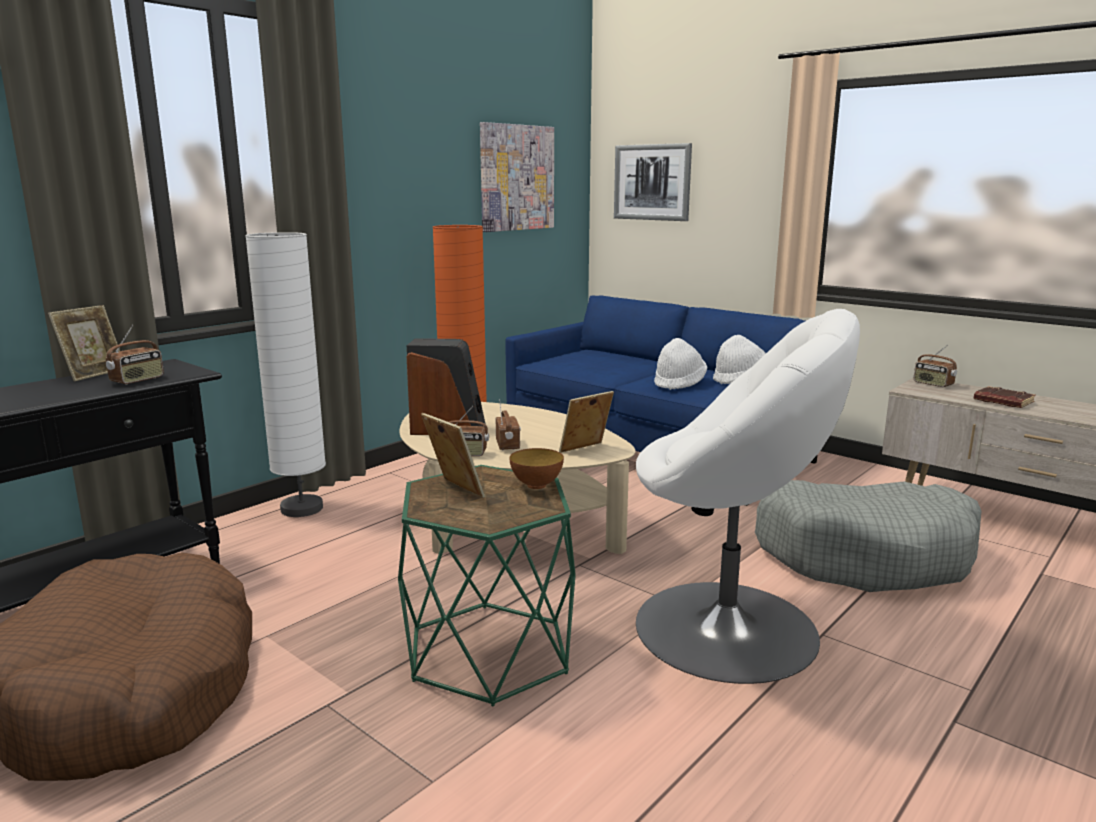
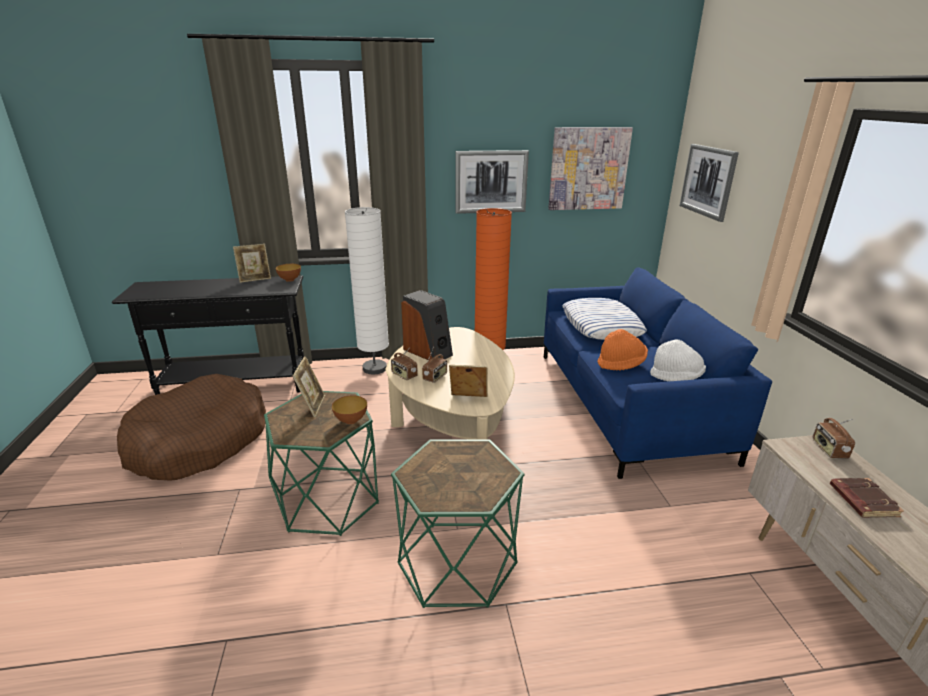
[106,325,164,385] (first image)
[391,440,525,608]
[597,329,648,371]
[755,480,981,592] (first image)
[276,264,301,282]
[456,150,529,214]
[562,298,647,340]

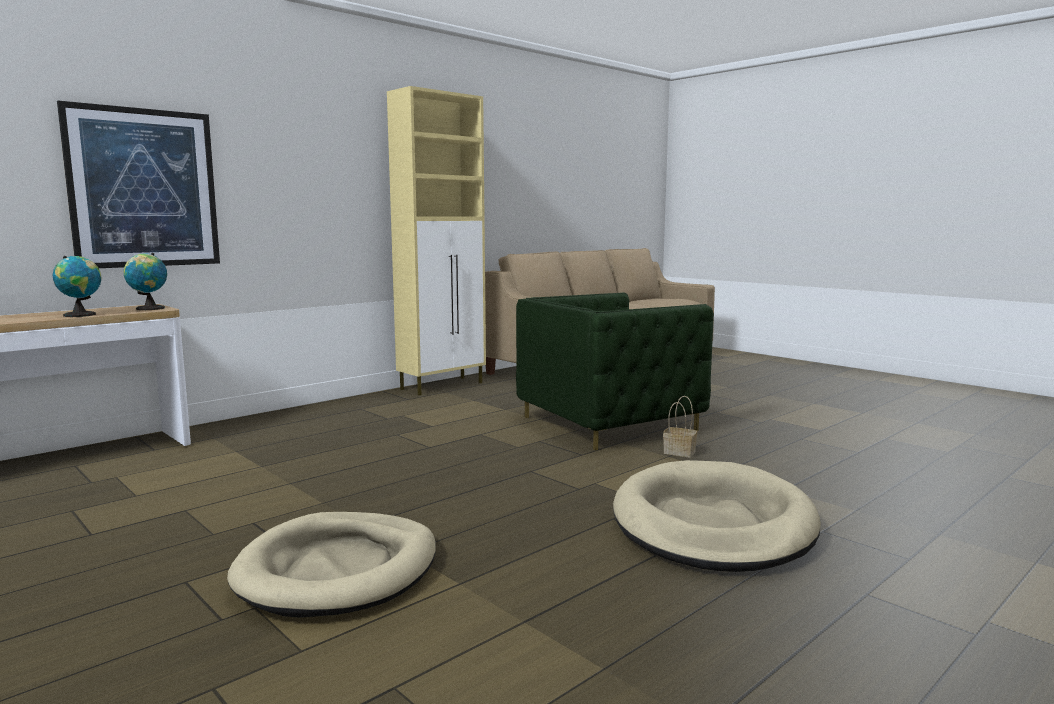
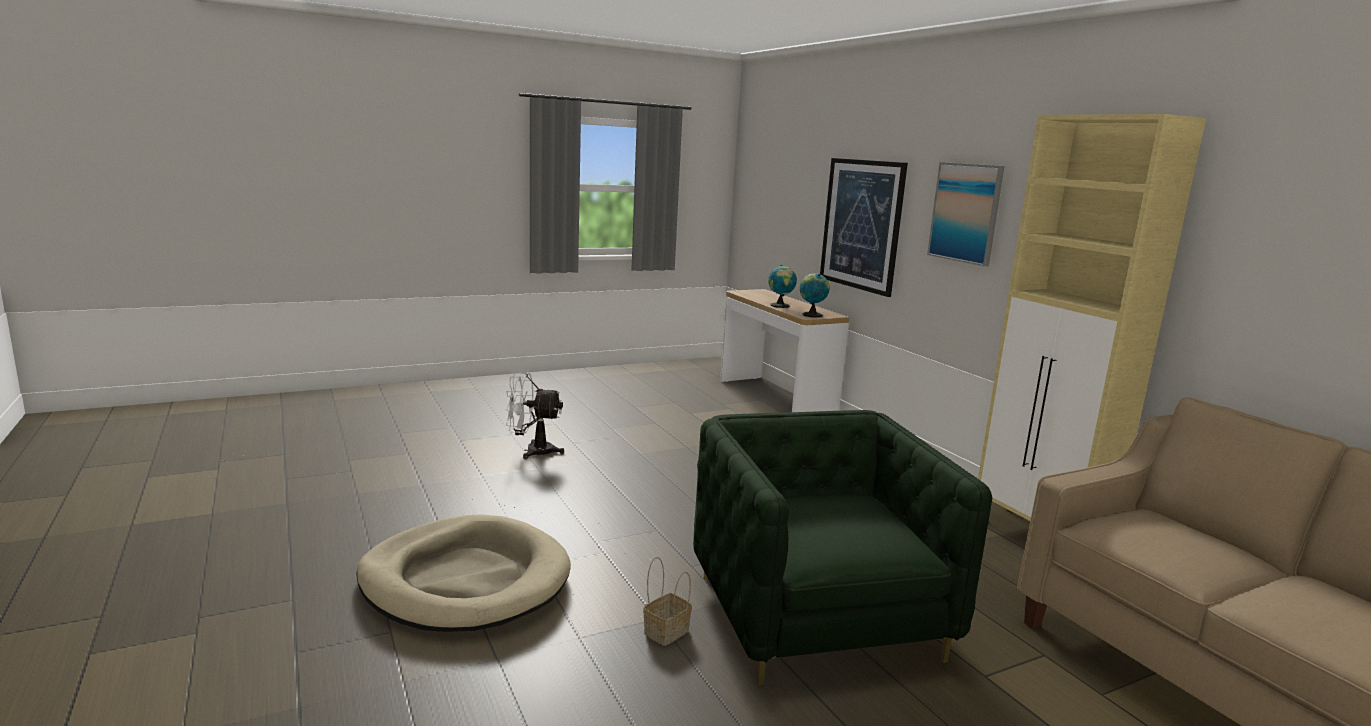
[505,372,564,459]
[927,162,1004,266]

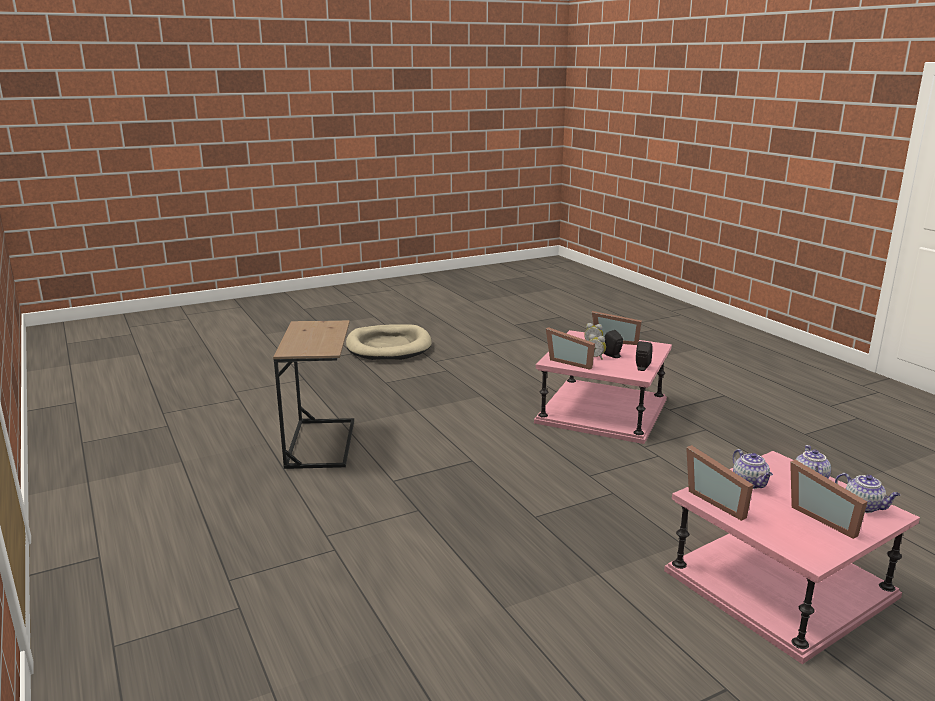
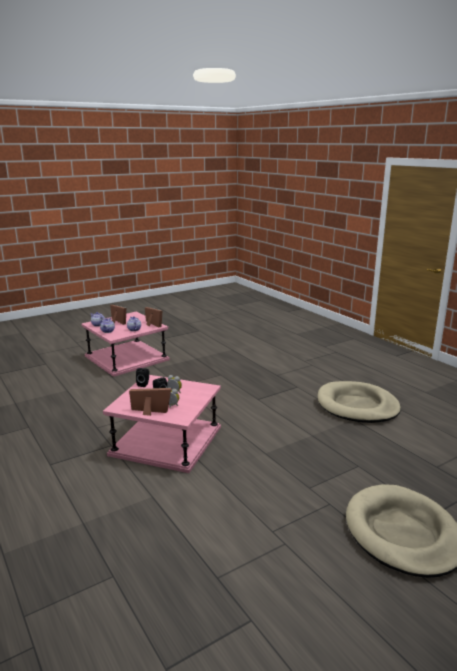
[317,381,401,423]
[546,327,595,370] (first image)

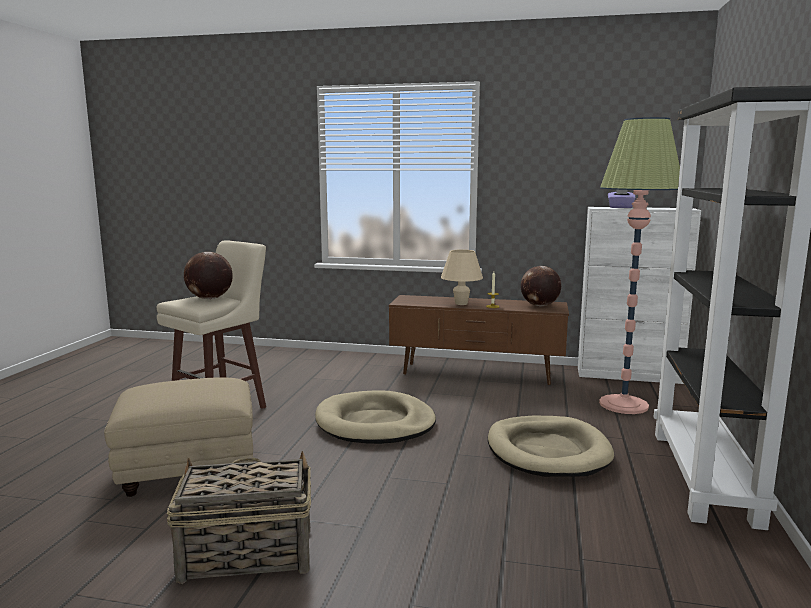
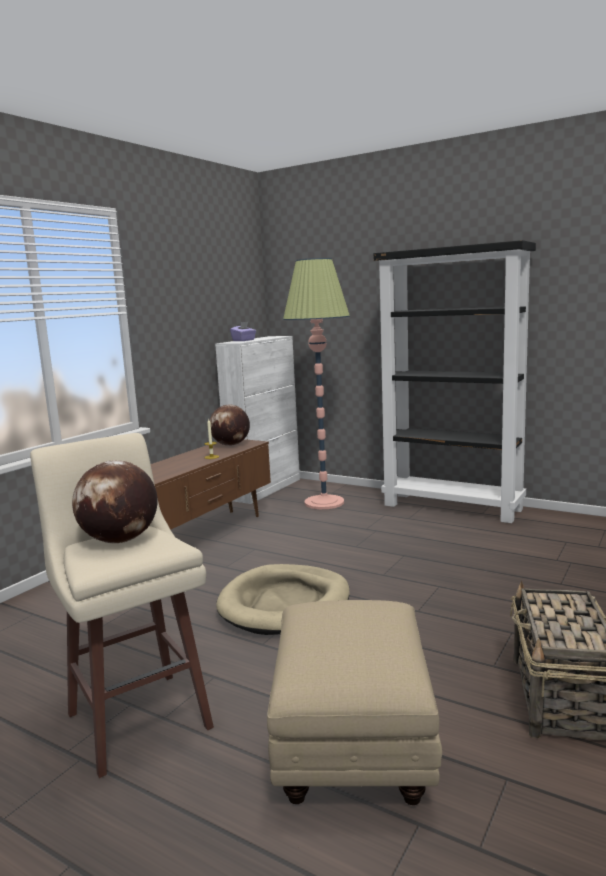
[441,250,483,305] (first image)
[488,416,614,477] (first image)

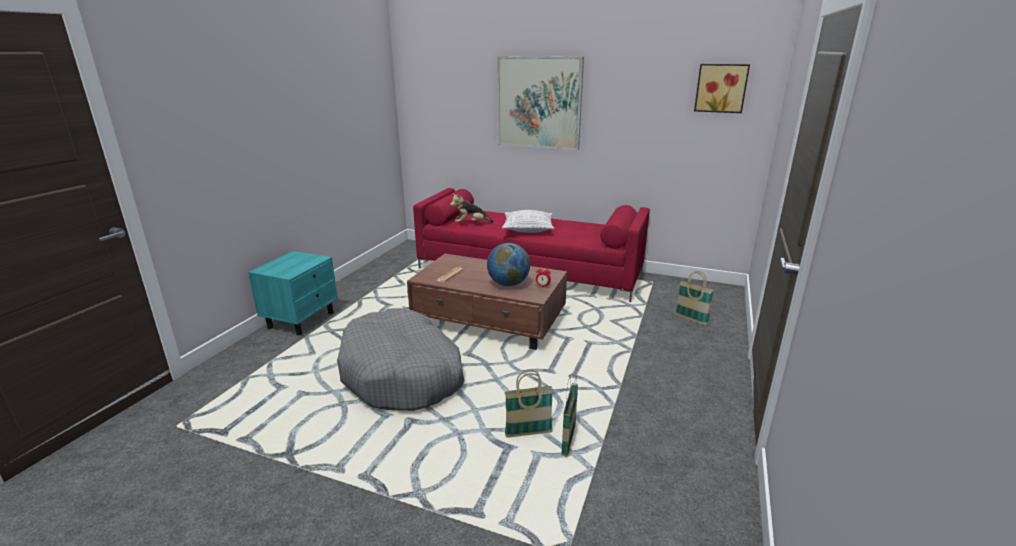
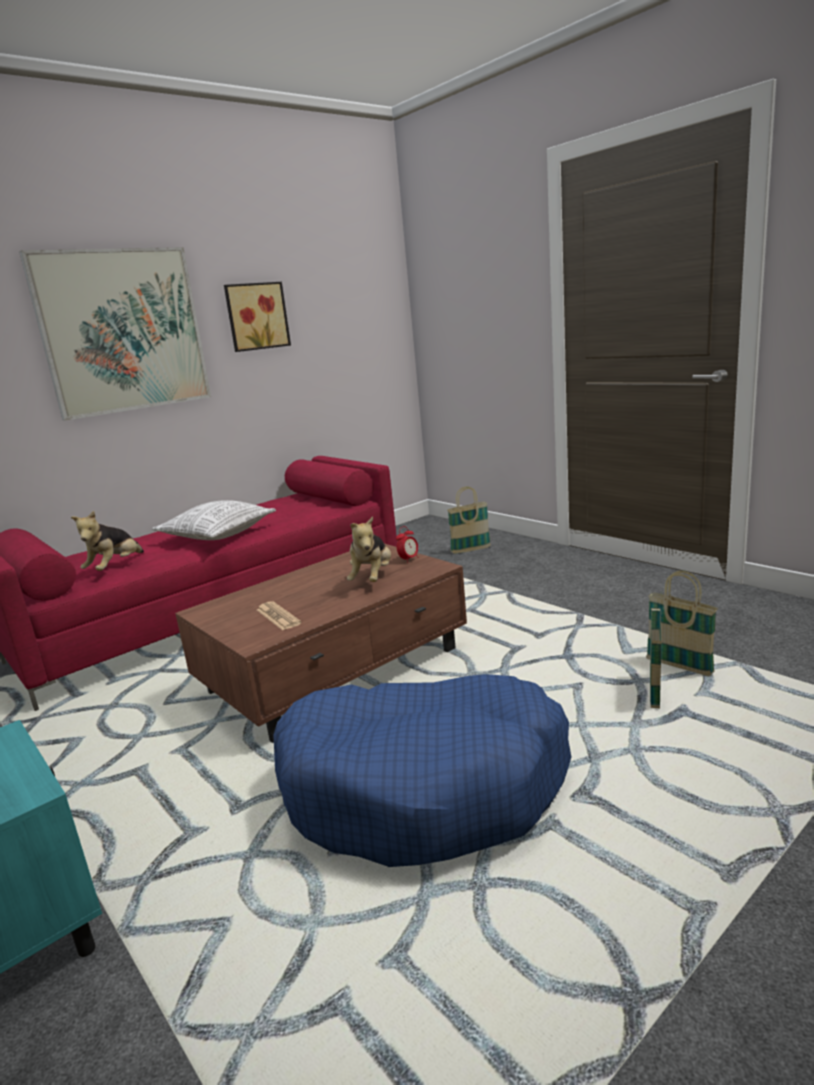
[273,674,571,867]
[347,516,391,582]
[224,282,291,352]

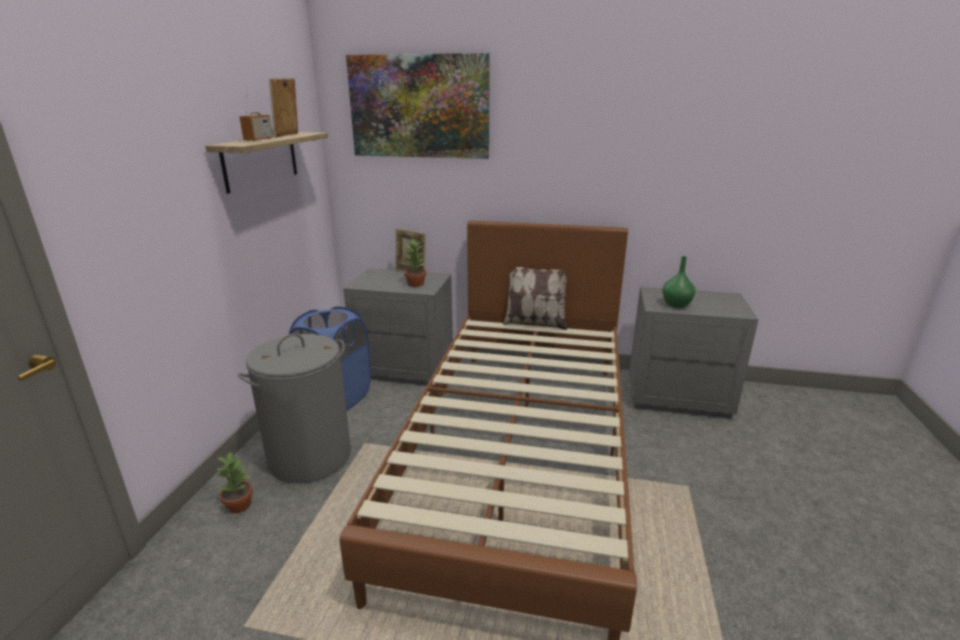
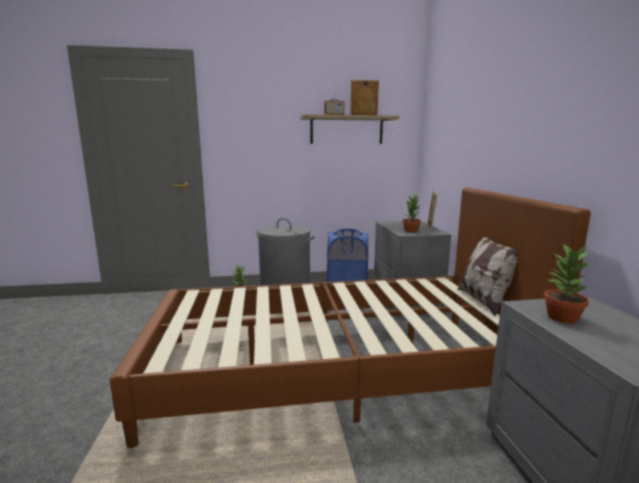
[346,53,490,159] (first image)
[544,244,590,324]

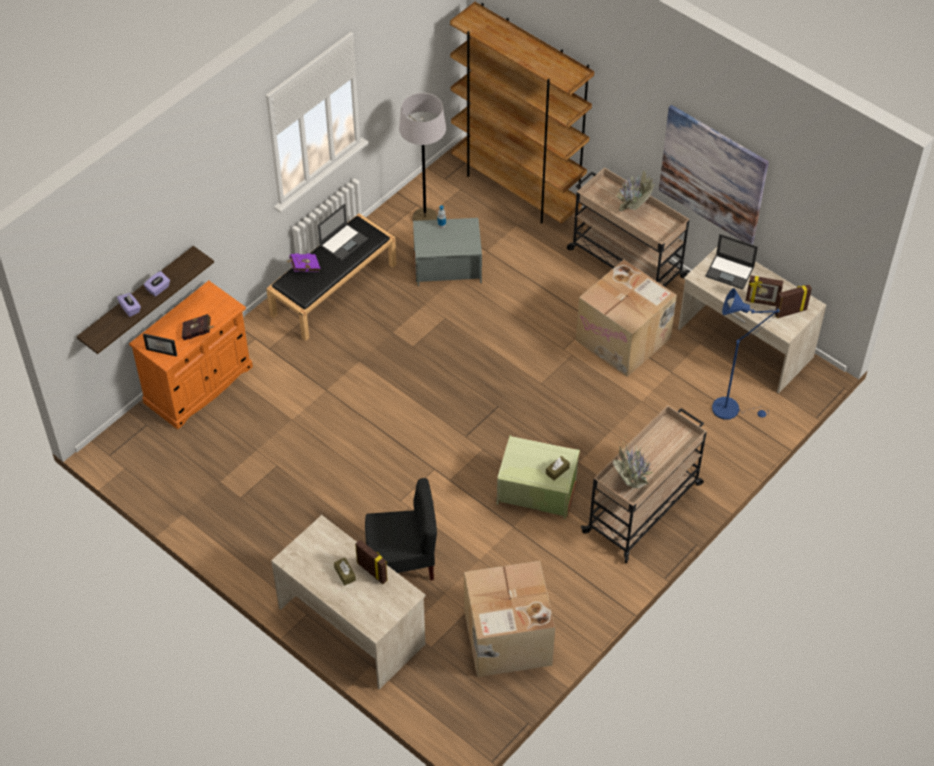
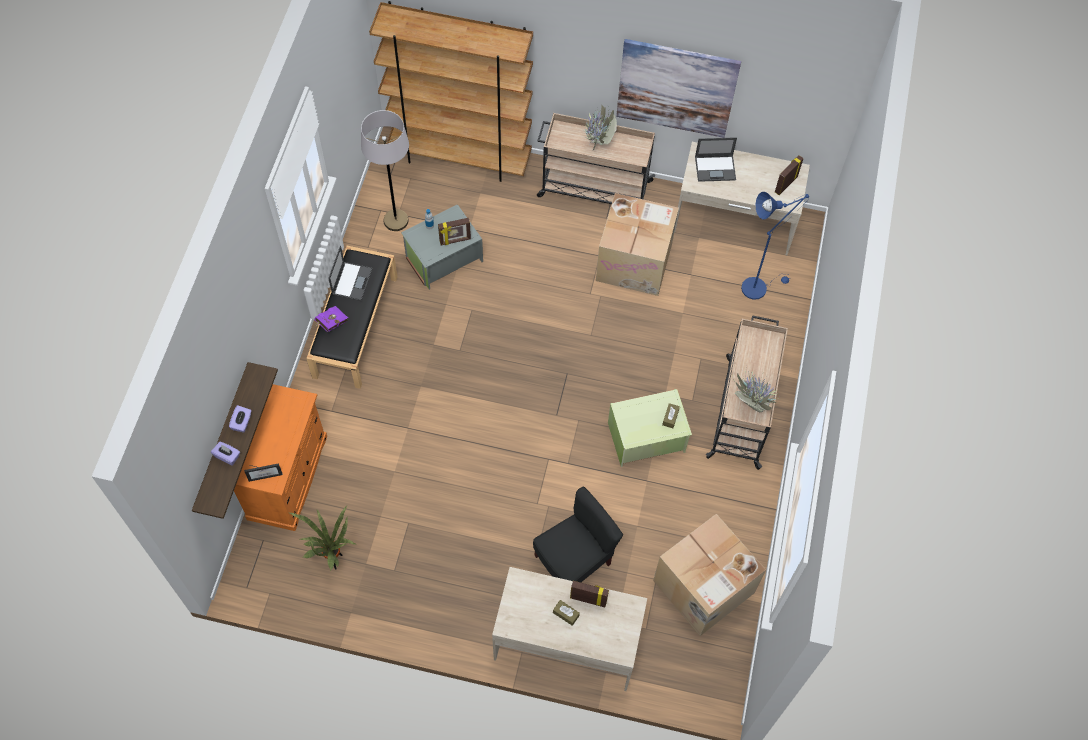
[182,314,214,340] (first image)
[438,218,471,246]
[289,506,357,571]

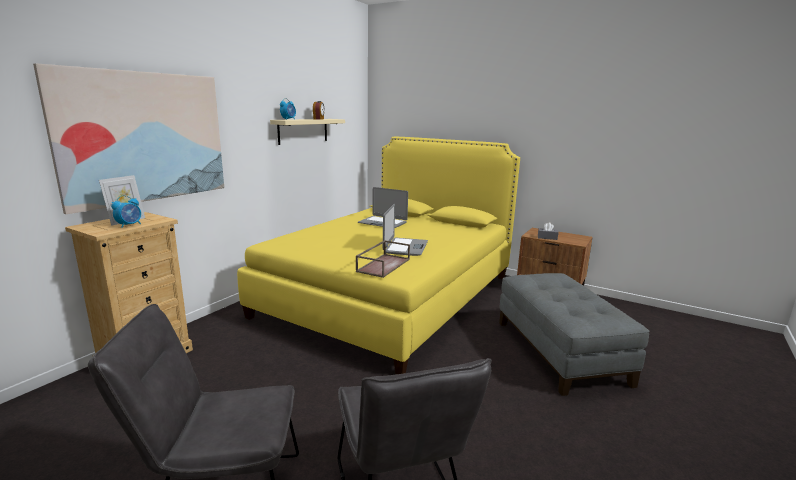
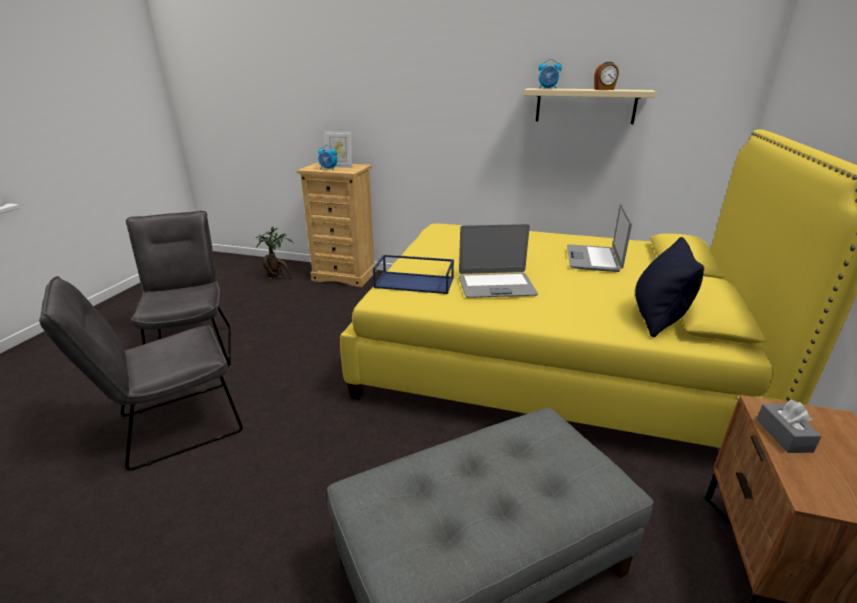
[33,63,224,214] (first image)
[373,254,454,294]
[256,226,293,279]
[635,237,704,337]

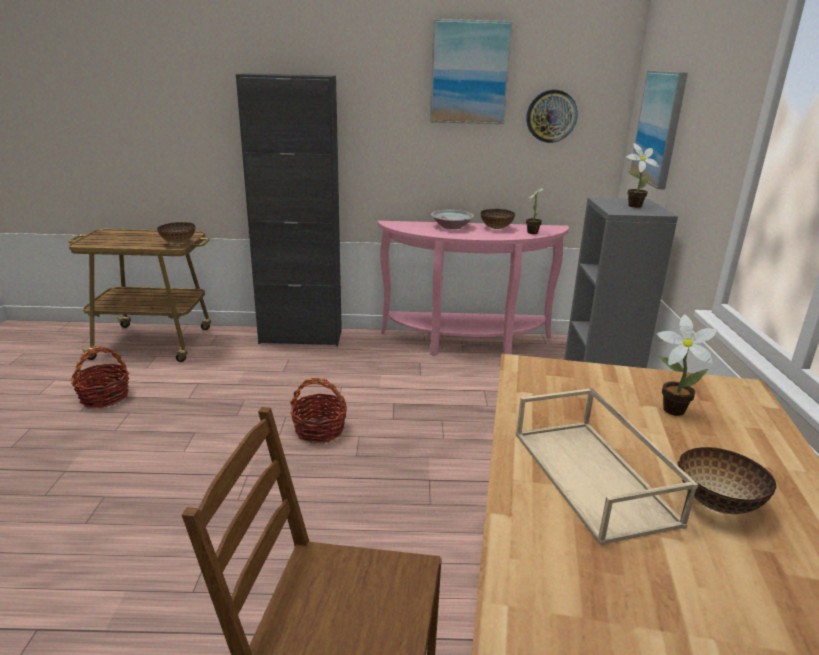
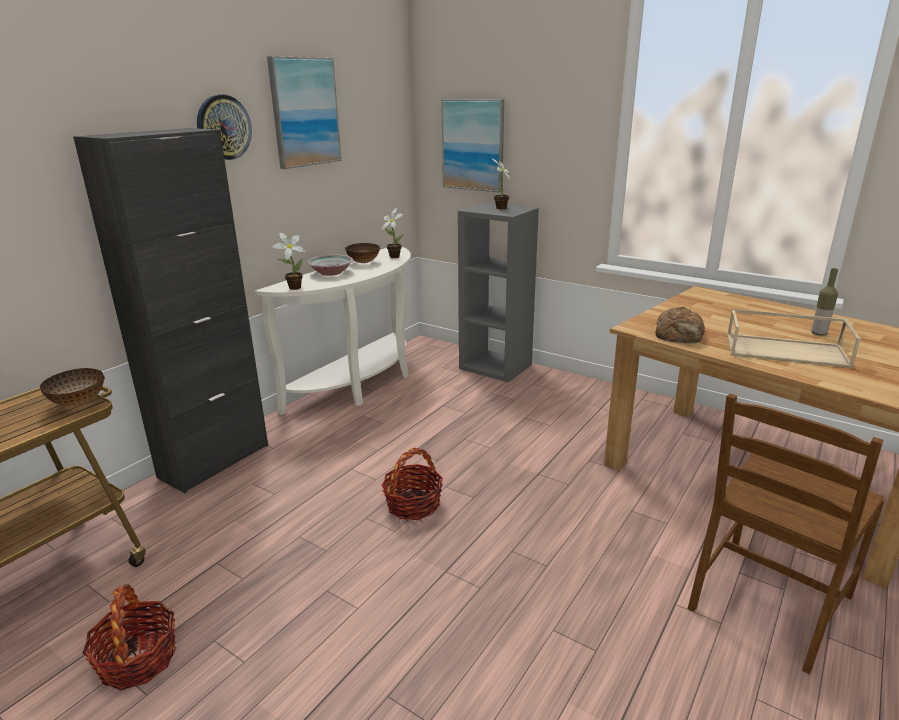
[255,246,411,415]
[197,95,252,160]
[272,233,306,290]
[812,268,838,336]
[655,307,705,344]

